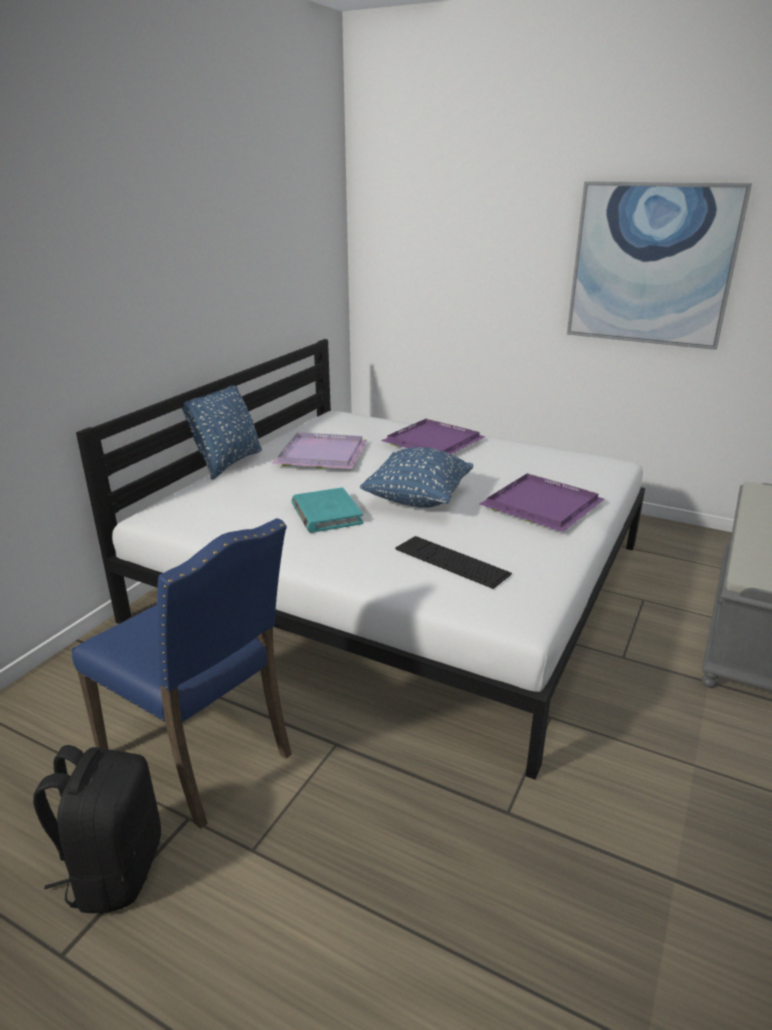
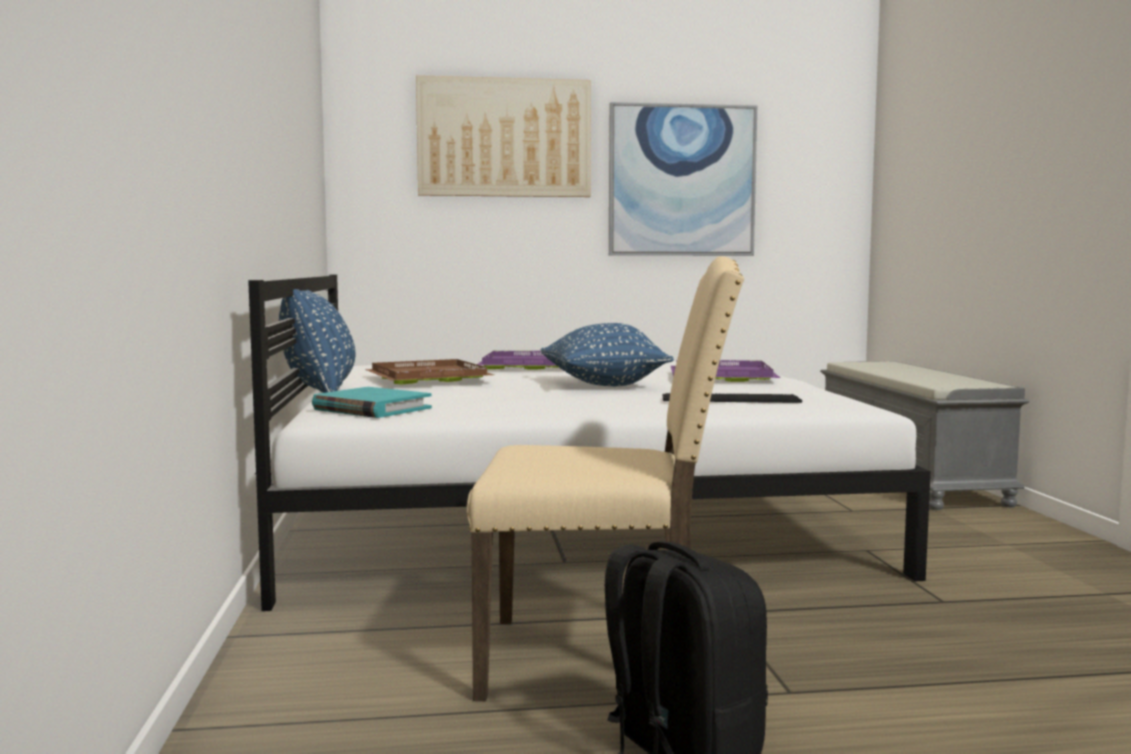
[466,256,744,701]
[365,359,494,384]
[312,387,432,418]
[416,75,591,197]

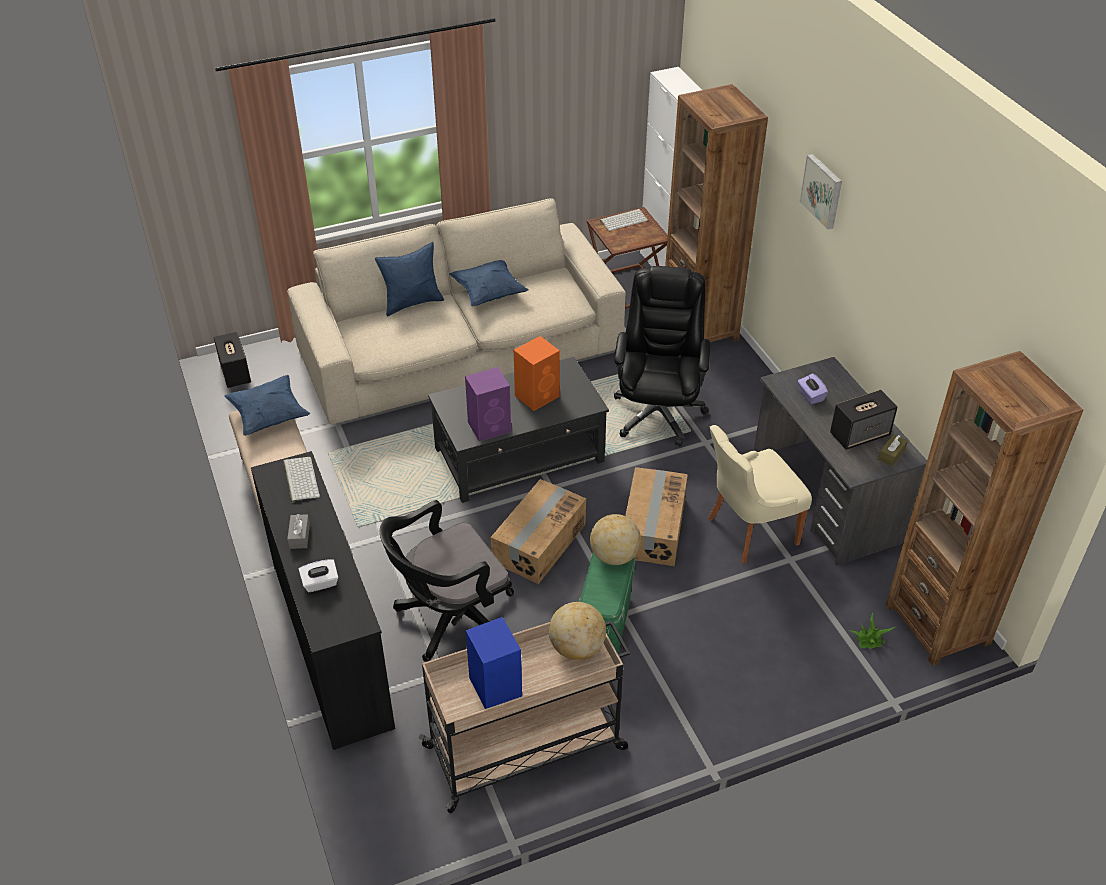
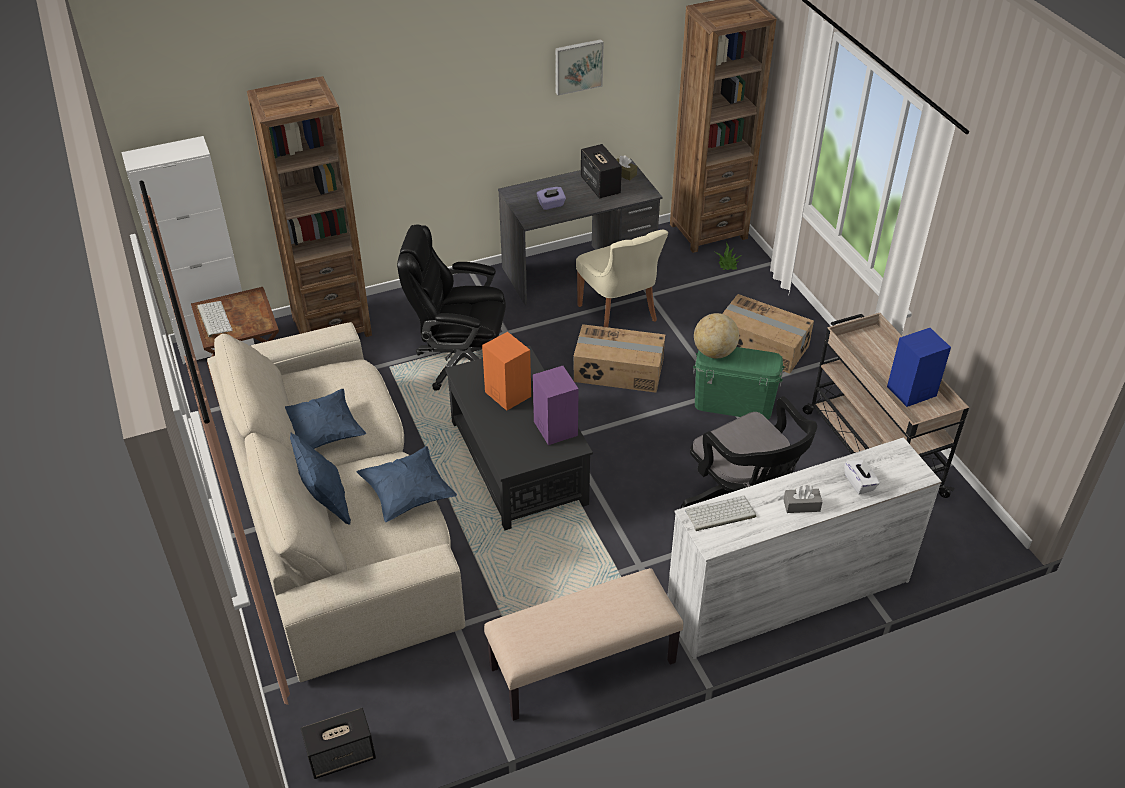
[357,446,457,522]
[667,437,942,659]
[722,294,814,374]
[549,602,606,660] (first image)
[555,39,604,95]

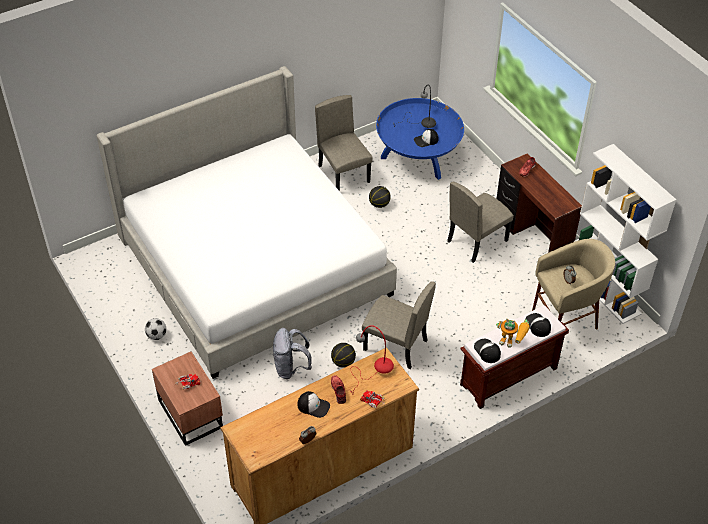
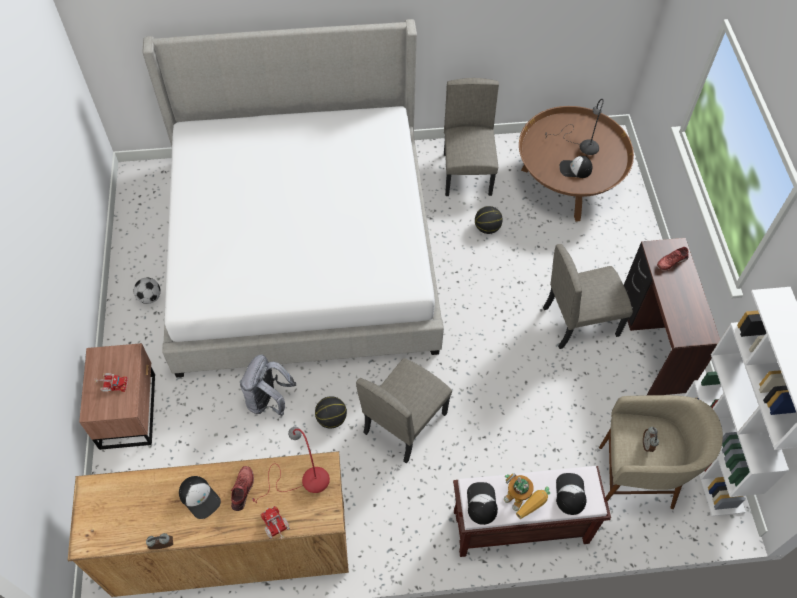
[356,358,452,463]
[519,106,634,222]

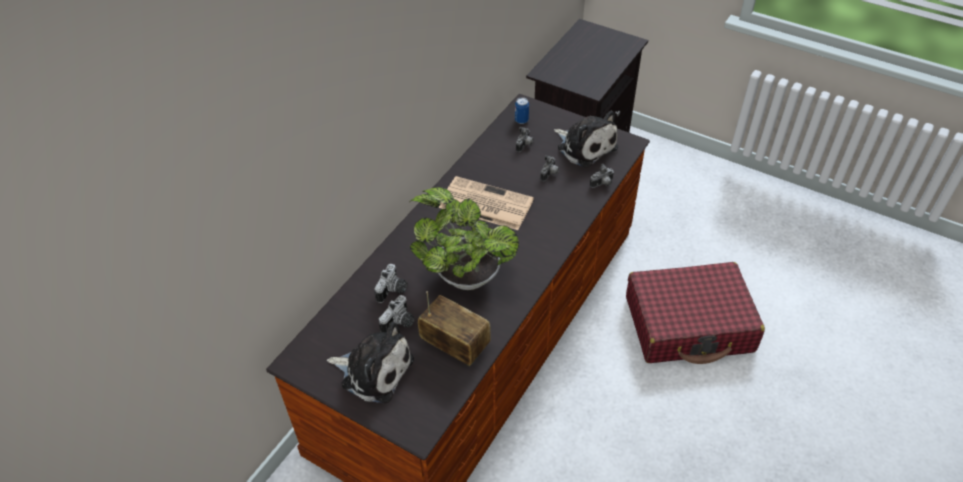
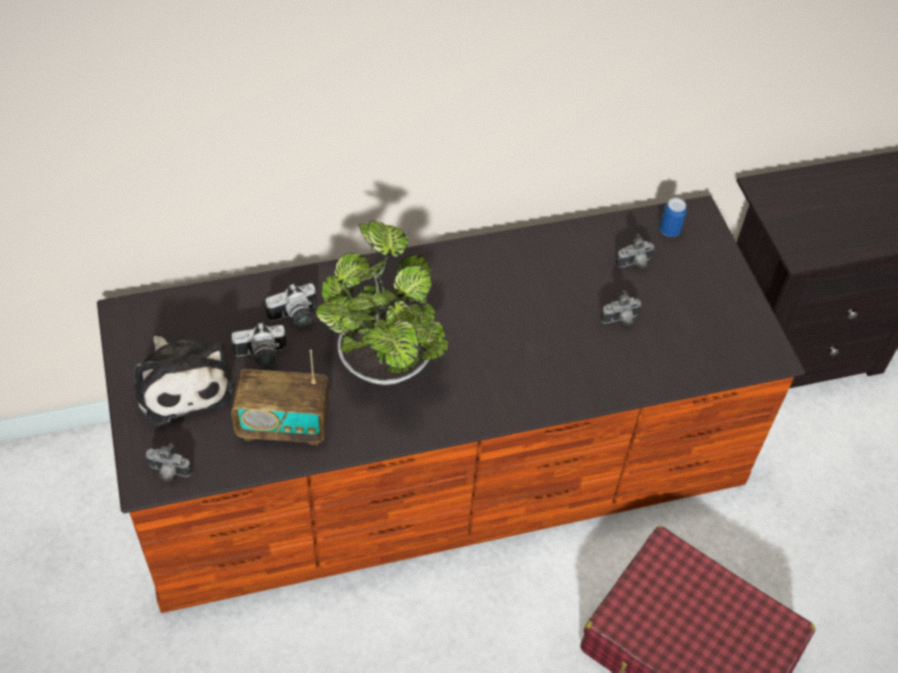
[231,350,330,445]
[439,176,534,230] (first image)
[554,111,618,168] (first image)
[146,443,192,481]

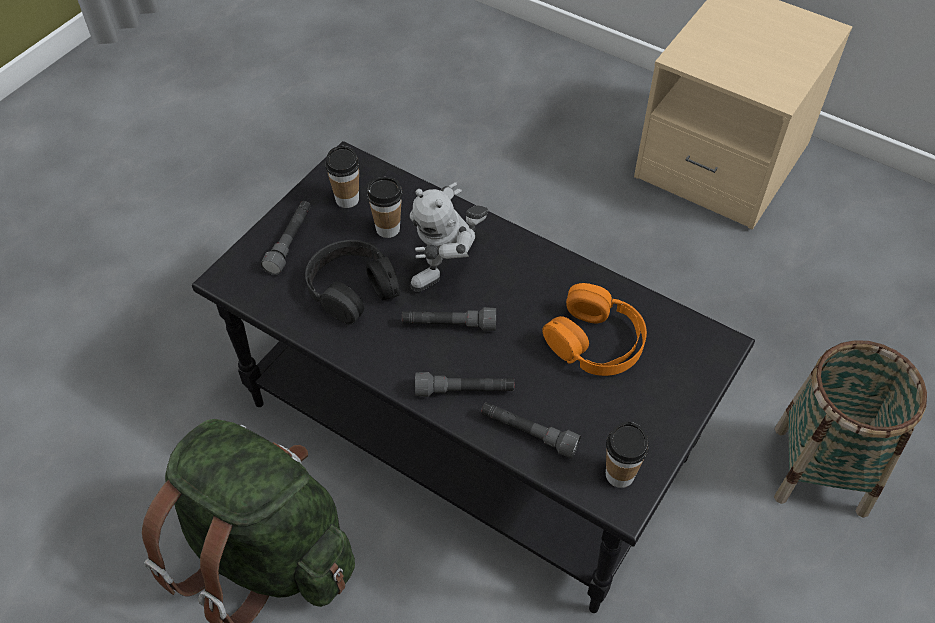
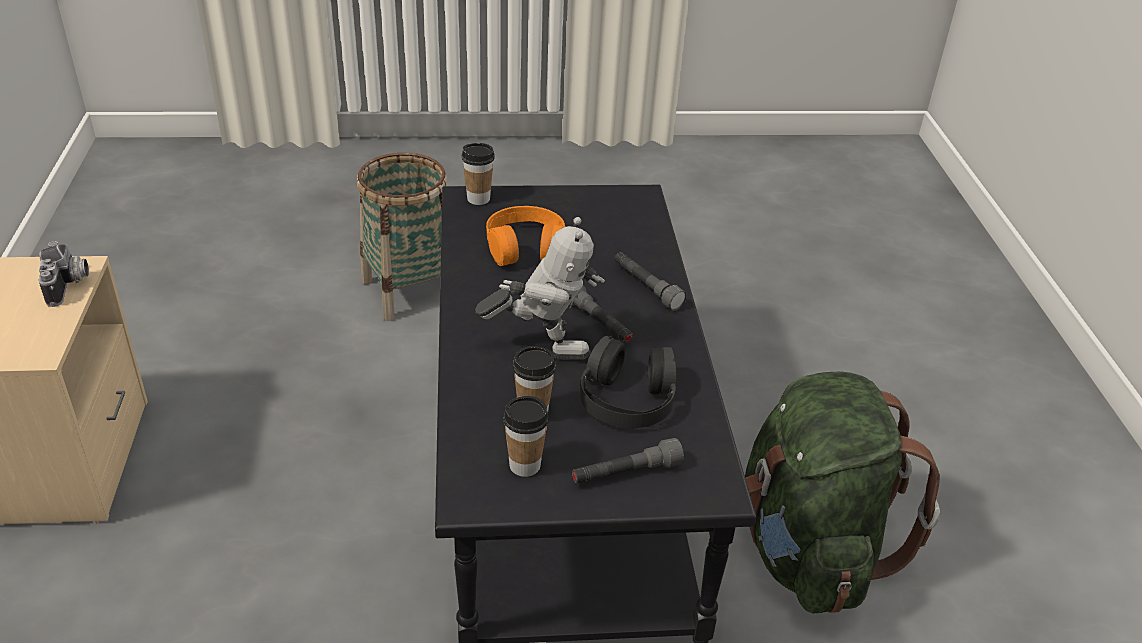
[481,402,581,458] (first image)
[462,143,495,205]
[38,241,89,307]

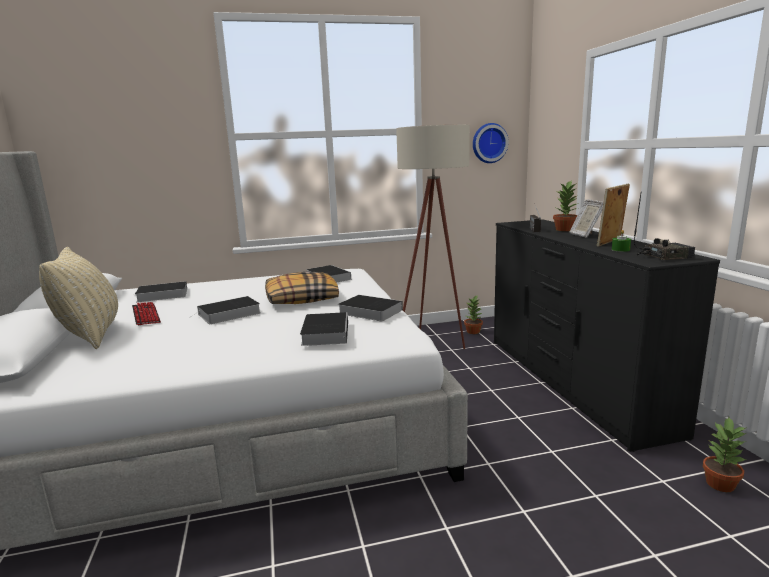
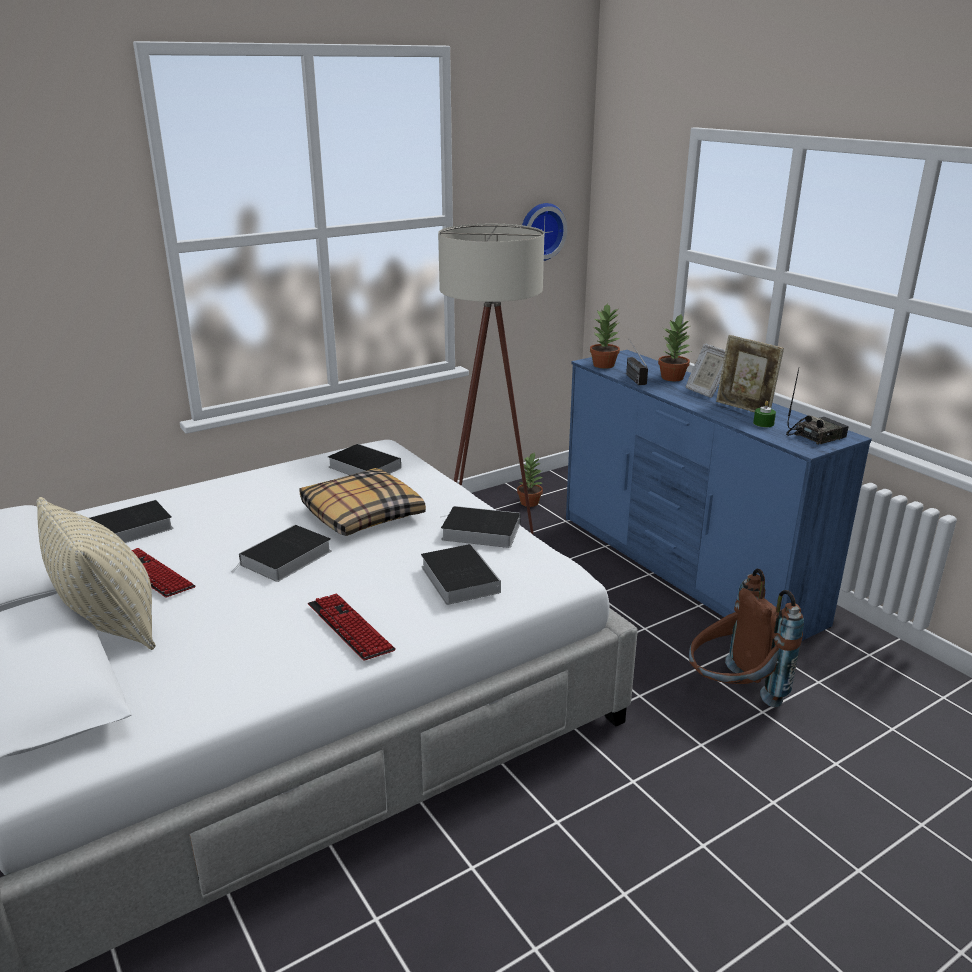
[566,350,872,641]
[716,335,784,412]
[590,303,620,369]
[308,593,396,661]
[689,569,804,707]

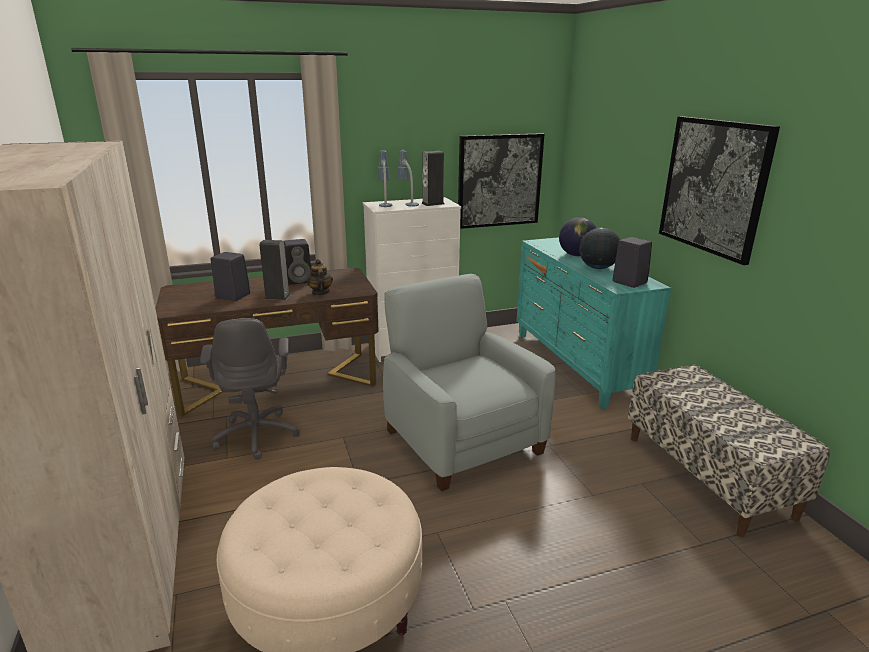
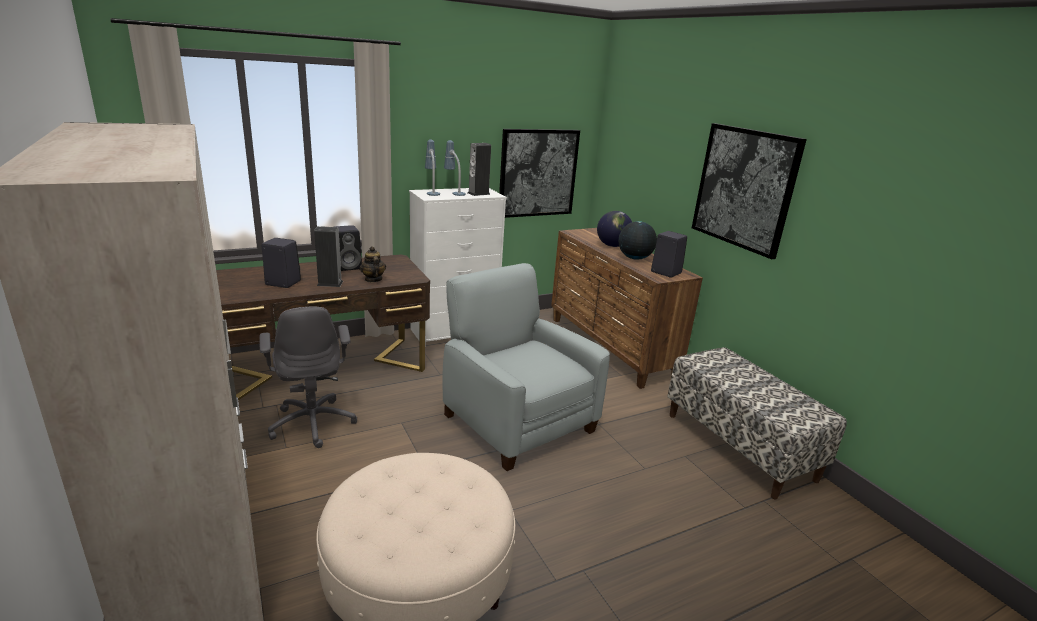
[551,228,703,389]

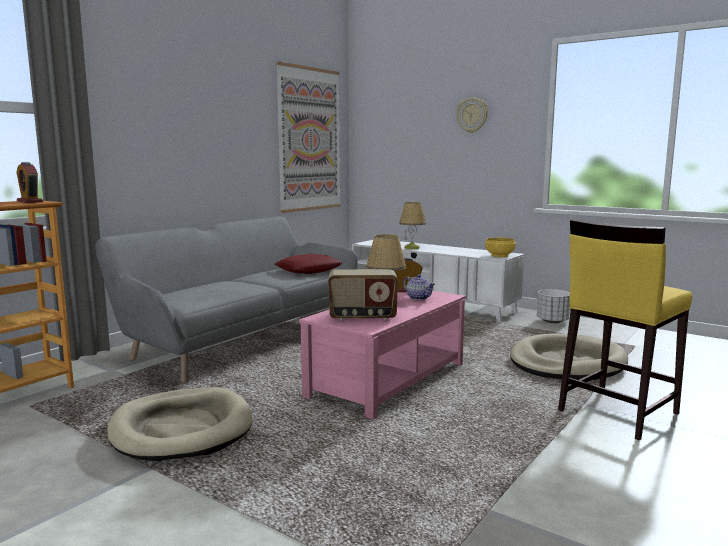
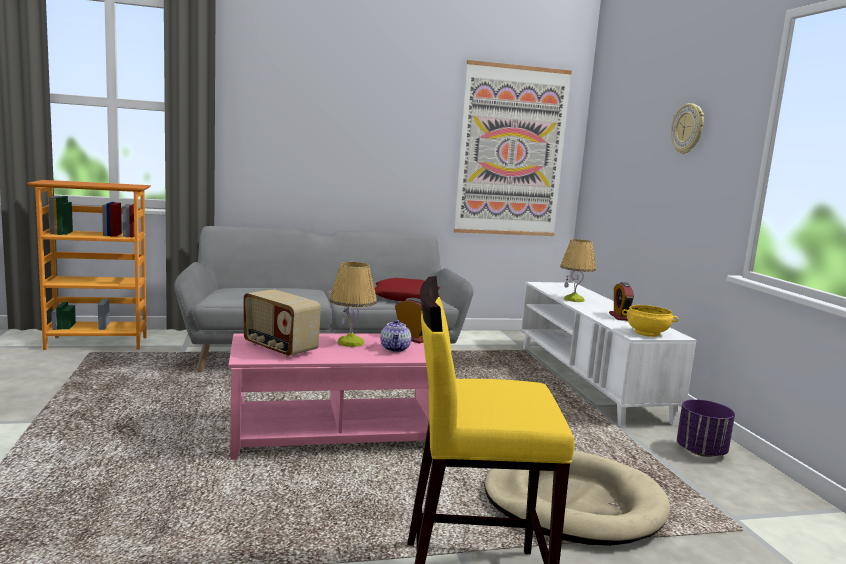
[609,282,634,321]
[107,387,253,461] (first image)
[677,399,735,457]

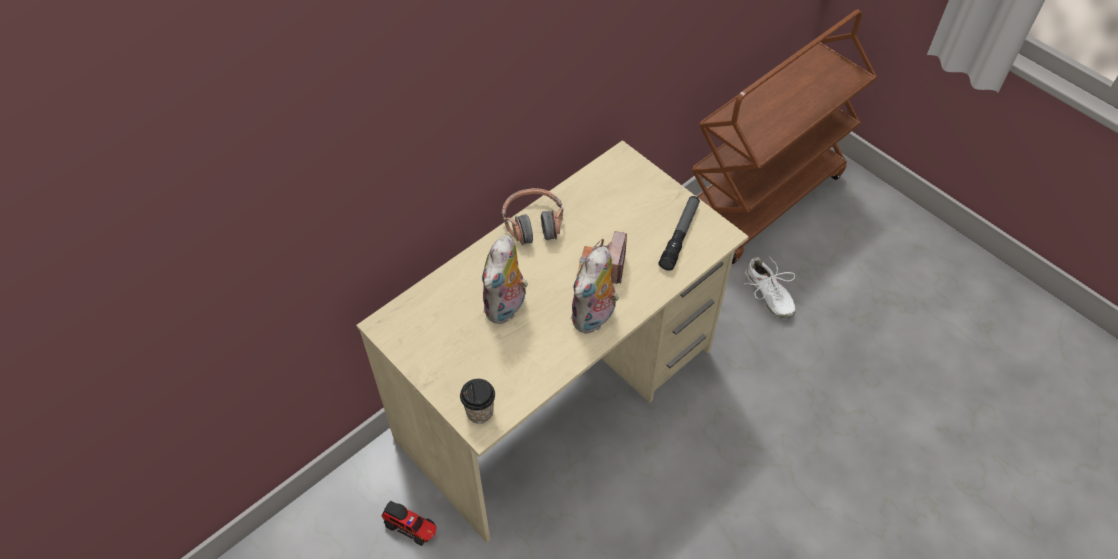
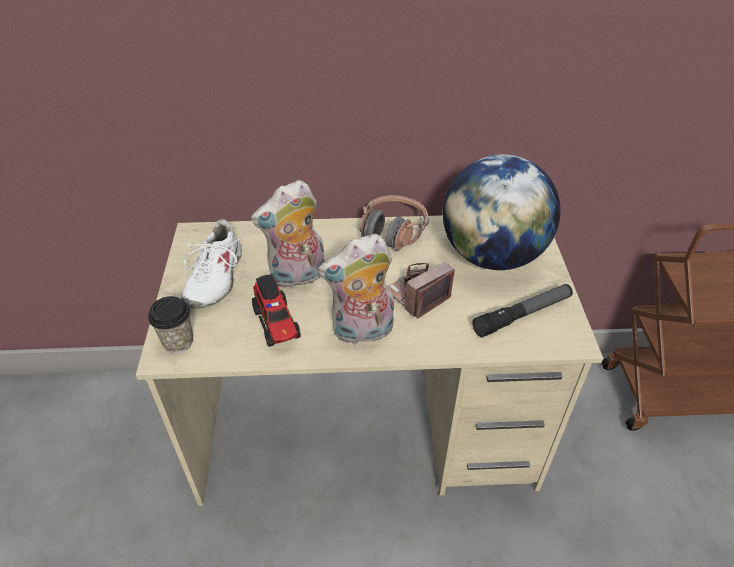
[252,275,301,347]
[181,219,243,309]
[443,154,561,270]

